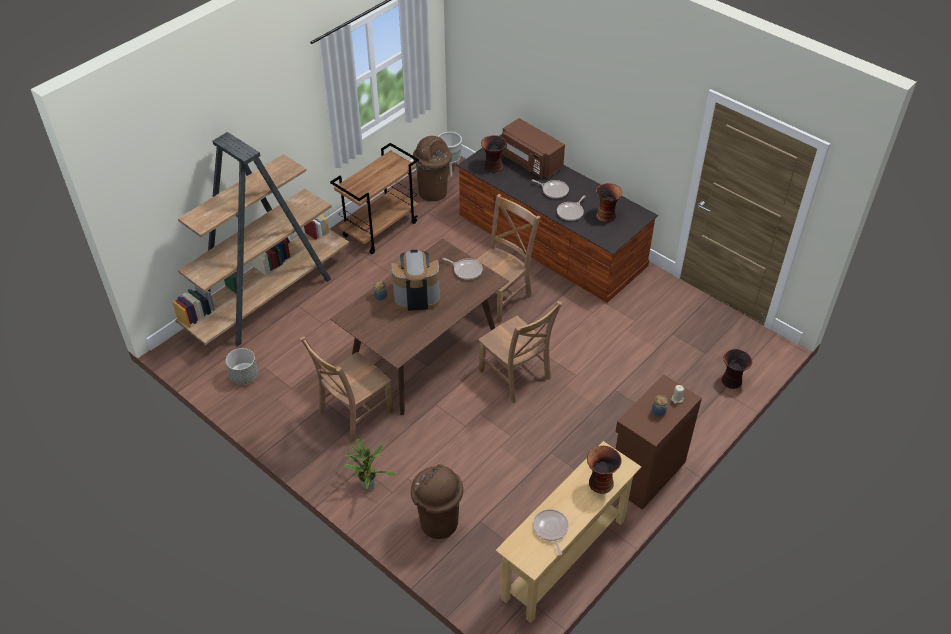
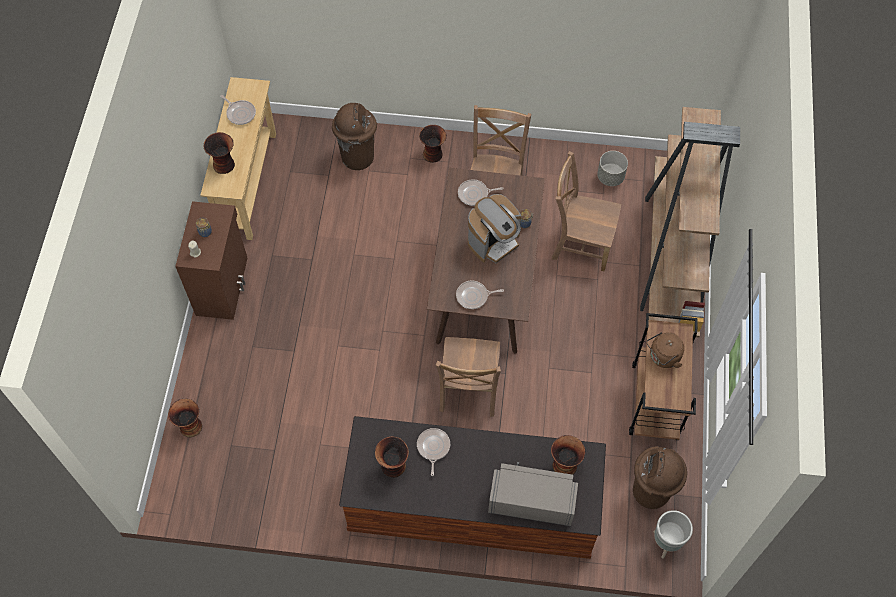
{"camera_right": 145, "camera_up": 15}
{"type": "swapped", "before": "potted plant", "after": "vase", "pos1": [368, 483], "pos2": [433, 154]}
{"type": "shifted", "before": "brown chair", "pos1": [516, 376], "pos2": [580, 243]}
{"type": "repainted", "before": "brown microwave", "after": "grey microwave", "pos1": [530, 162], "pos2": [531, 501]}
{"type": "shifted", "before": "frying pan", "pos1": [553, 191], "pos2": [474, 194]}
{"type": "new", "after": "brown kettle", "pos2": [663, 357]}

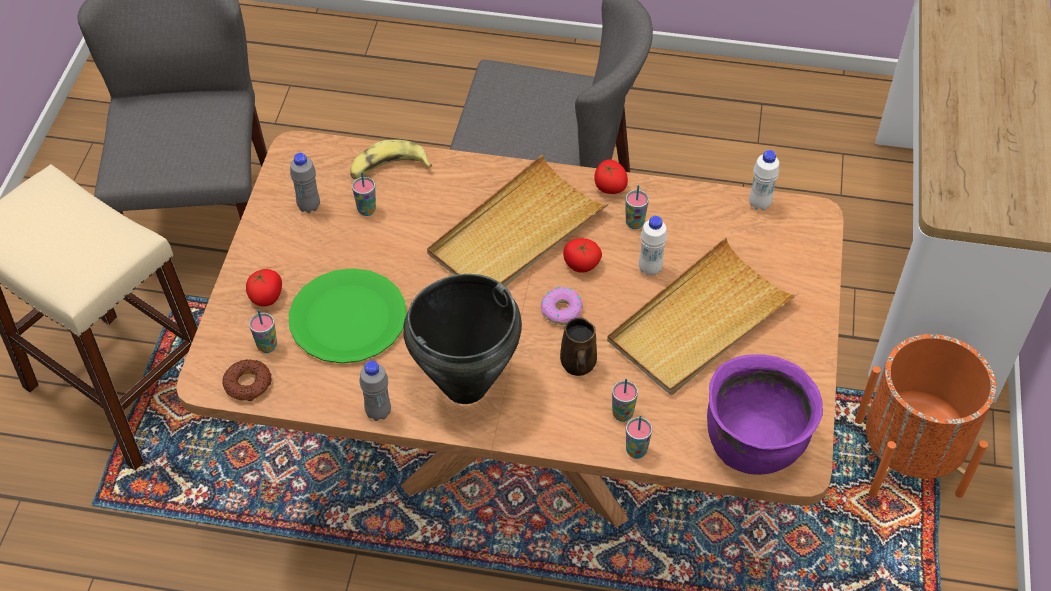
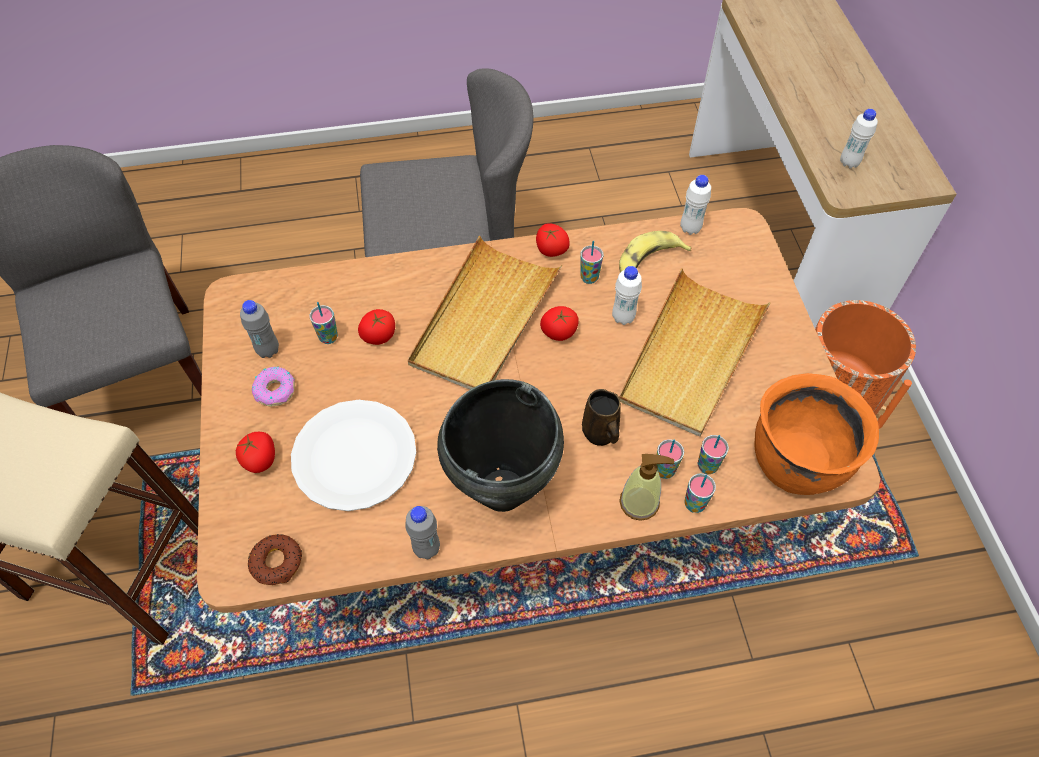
{"camera_right": -20, "camera_up": 5}
{"type": "shifted", "before": "cup", "pos1": [267, 346], "pos2": [707, 466]}
{"type": "repainted", "before": "green plate", "after": "white plate", "pos1": [348, 318], "pos2": [354, 455]}
{"type": "shifted", "before": "banana", "pos1": [388, 168], "pos2": [648, 262]}
{"type": "shifted", "before": "donut", "pos1": [562, 310], "pos2": [275, 390]}
{"type": "repainted", "before": "purple cooking pot", "after": "orange cooking pot", "pos1": [753, 444], "pos2": [795, 461]}
{"type": "new", "after": "tomato", "pos2": [379, 336]}
{"type": "new", "after": "soap dispenser", "pos2": [639, 502]}
{"type": "new", "after": "white bottle", "pos2": [849, 163]}

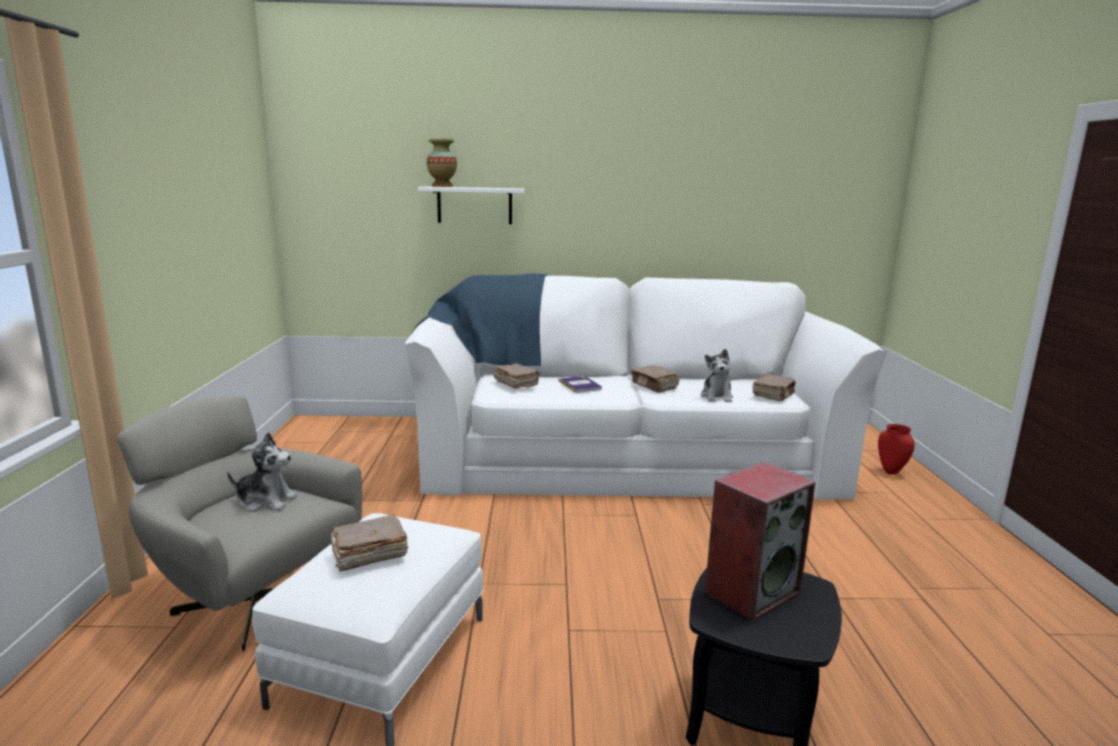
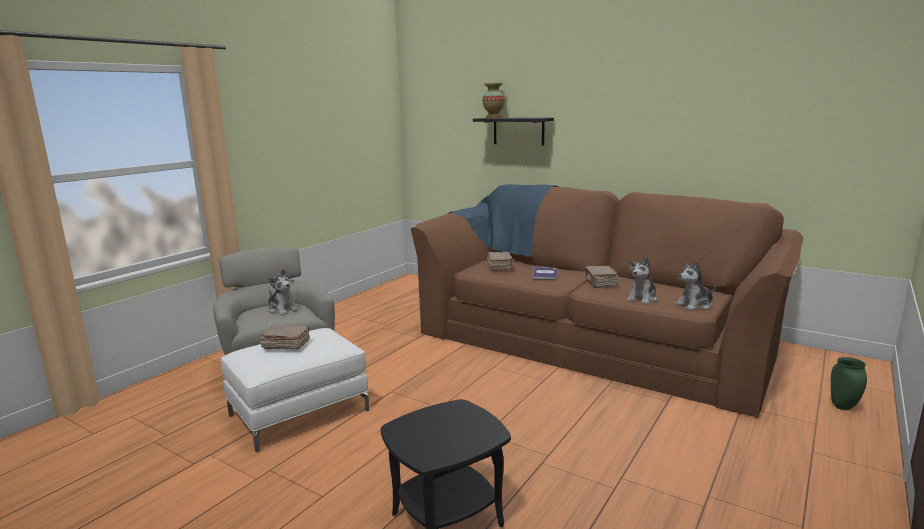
{"camera_right": 35, "camera_up": 0}
{"type": "repainted", "before": "white sofa", "after": "brown sofa", "pos1": [624, 456], "pos2": [592, 339]}
{"type": "repainted", "before": "white shelf", "after": "black shelf", "pos1": [474, 205], "pos2": [518, 131]}
{"type": "gone", "before": "speaker", "pos1": [752, 591]}
{"type": "swapped", "before": "brown book", "after": "plush toy", "pos1": [773, 395], "pos2": [695, 305]}
{"type": "repainted", "before": "red vase", "after": "green vase", "pos1": [891, 472], "pos2": [844, 407]}

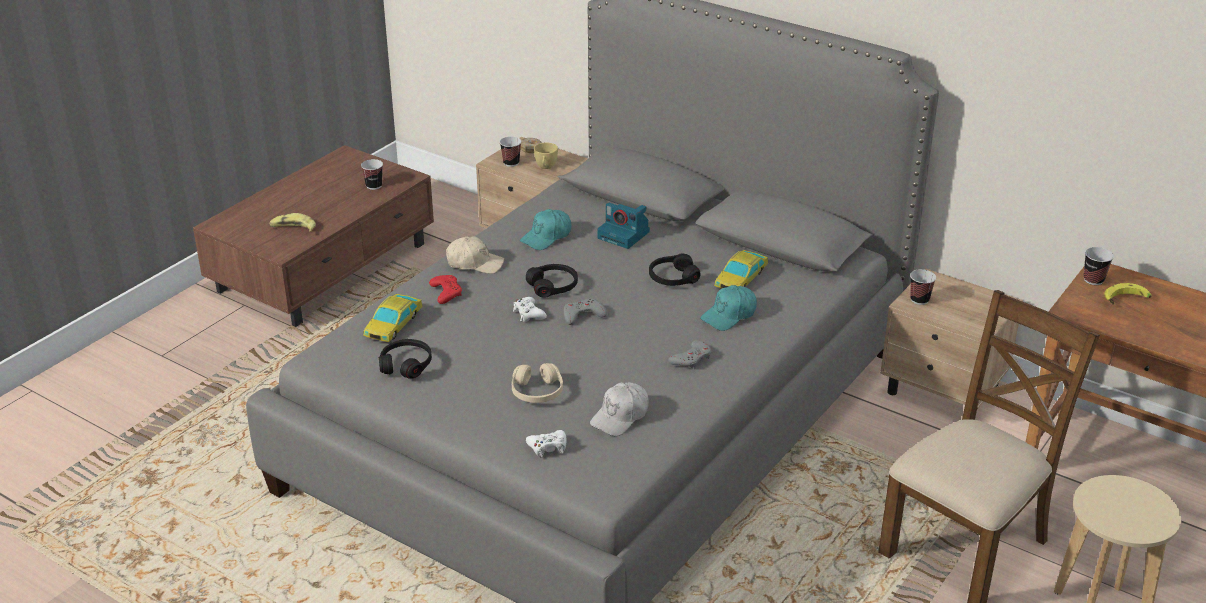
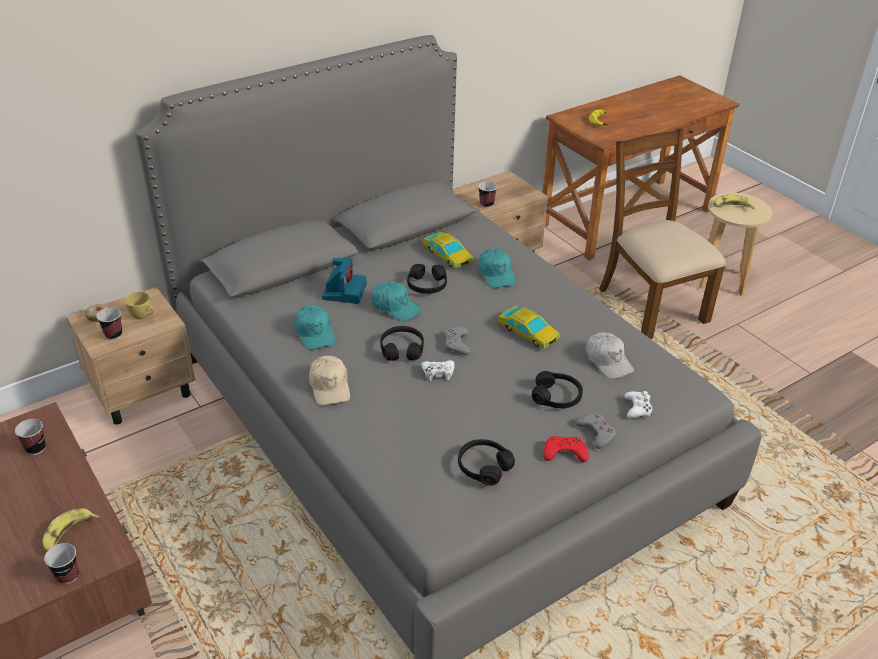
{"camera_right": -70, "camera_up": 5}
{"type": "shifted", "before": "toy car", "pos1": [394, 324], "pos2": [527, 332]}
{"type": "shifted", "before": "red game controller", "pos1": [446, 292], "pos2": [564, 452]}
{"type": "rotated", "before": "beige cap", "pos1": [474, 263], "pos2": [330, 386], "turn": 135}
{"type": "repainted", "before": "beige headphones", "after": "black headphones", "pos1": [537, 391], "pos2": [556, 396]}
{"type": "rotated", "before": "photo camera", "pos1": [625, 235], "pos2": [344, 291], "turn": -45}
{"type": "shifted", "before": "grey game controller", "pos1": [691, 359], "pos2": [596, 432]}
{"type": "shifted", "before": "cup", "pos1": [1093, 280], "pos2": [67, 576]}
{"type": "new", "after": "turquoise cap", "pos2": [395, 307]}
{"type": "new", "after": "banana", "pos2": [731, 207]}

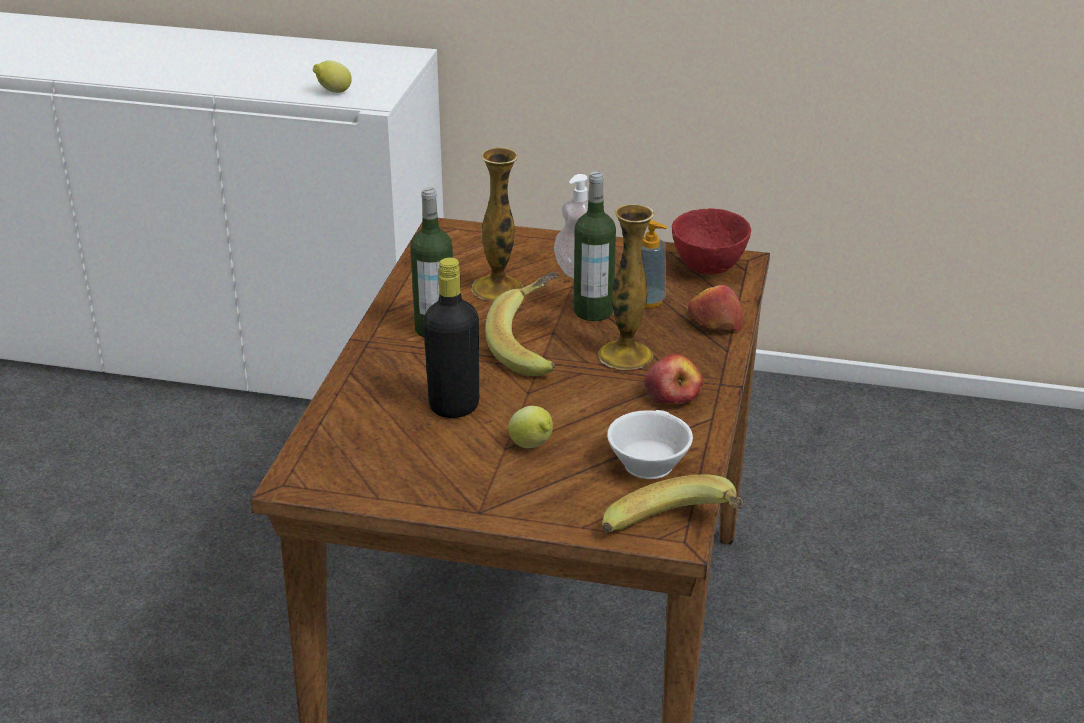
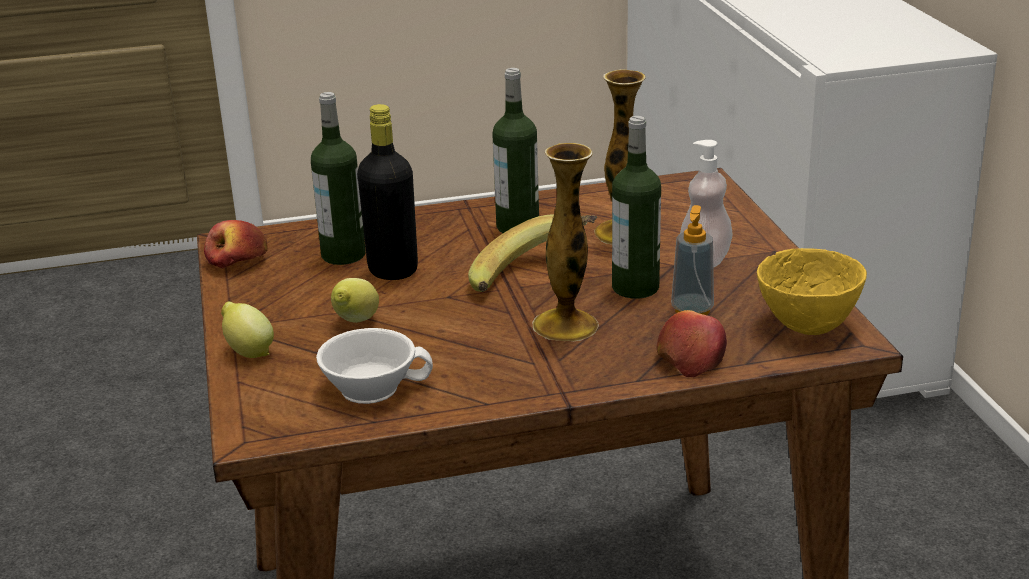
{"camera_right": 65, "camera_up": -5}
{"type": "shifted", "before": "lemon", "pos1": [333, 92], "pos2": [248, 352]}
{"type": "gone", "before": "banana", "pos1": [676, 536]}
{"type": "shifted", "before": "apple", "pos1": [672, 393], "pos2": [237, 261]}
{"type": "repainted", "before": "red bowl", "after": "yellow bowl", "pos1": [710, 269], "pos2": [809, 327]}
{"type": "new", "after": "bottle", "pos2": [343, 255]}

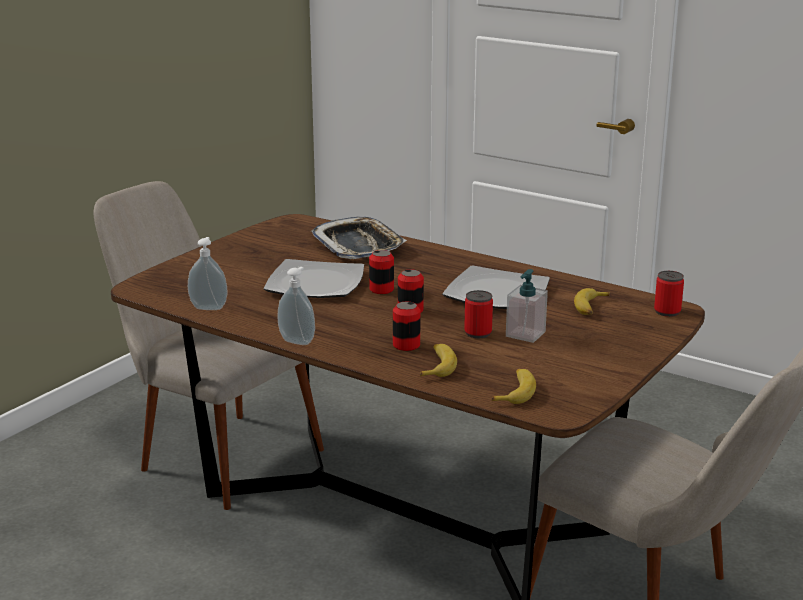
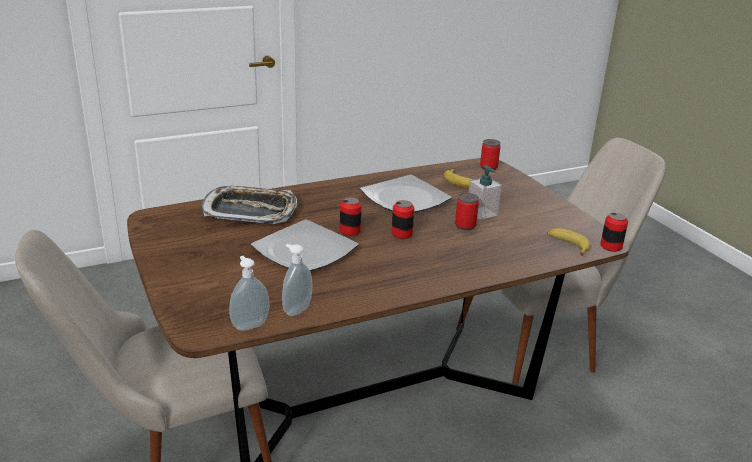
{"camera_right": -60, "camera_up": 5}
{"type": "shifted", "before": "soap dispenser", "pos1": [298, 341], "pos2": [249, 324]}
{"type": "shifted", "before": "can", "pos1": [406, 345], "pos2": [611, 246]}
{"type": "gone", "before": "banana", "pos1": [437, 366]}

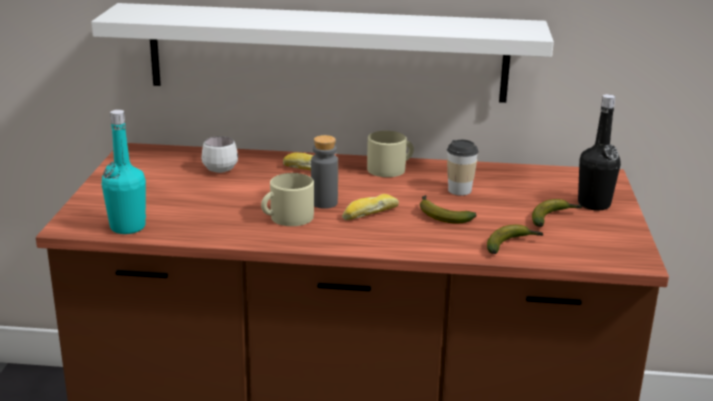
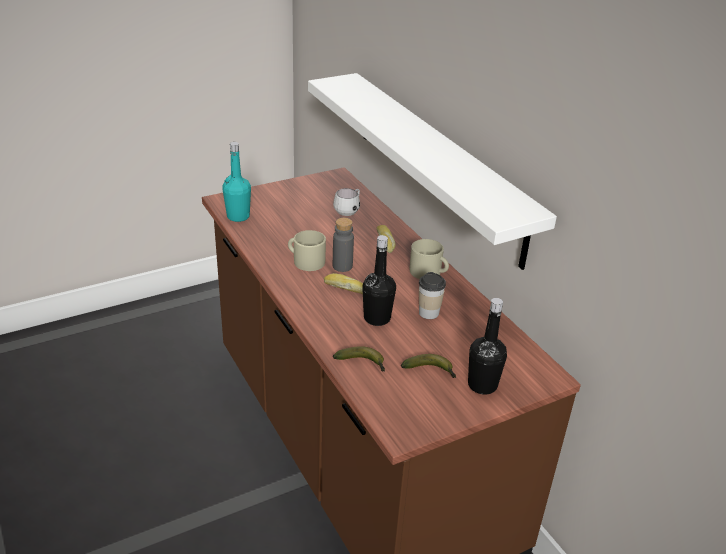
{"camera_right": 55, "camera_up": 10}
{"type": "swapped", "before": "banana", "after": "black bottle", "pos1": [441, 215], "pos2": [377, 318]}

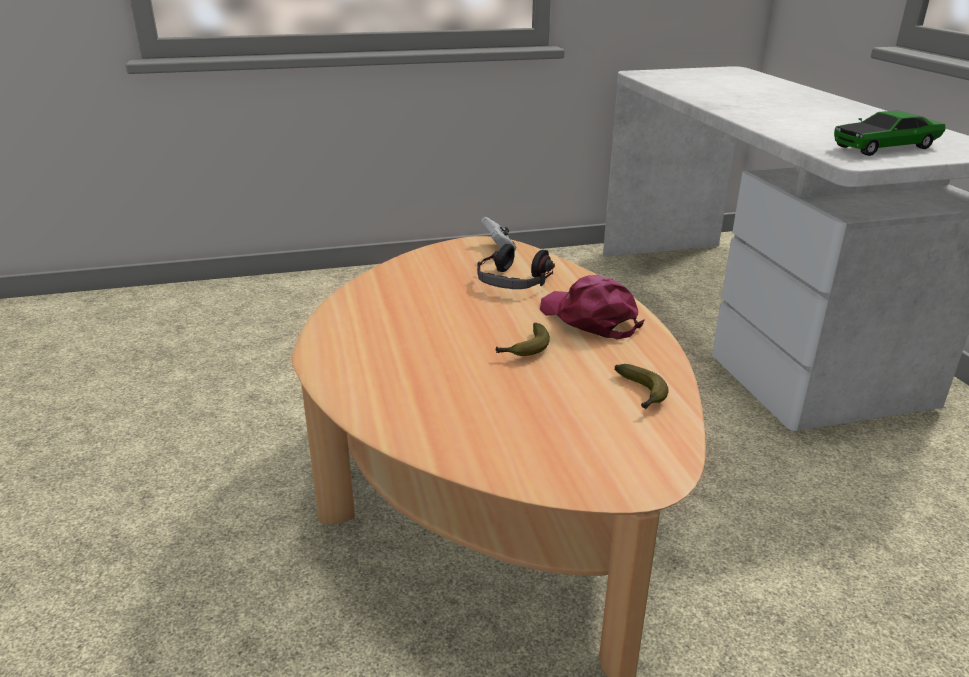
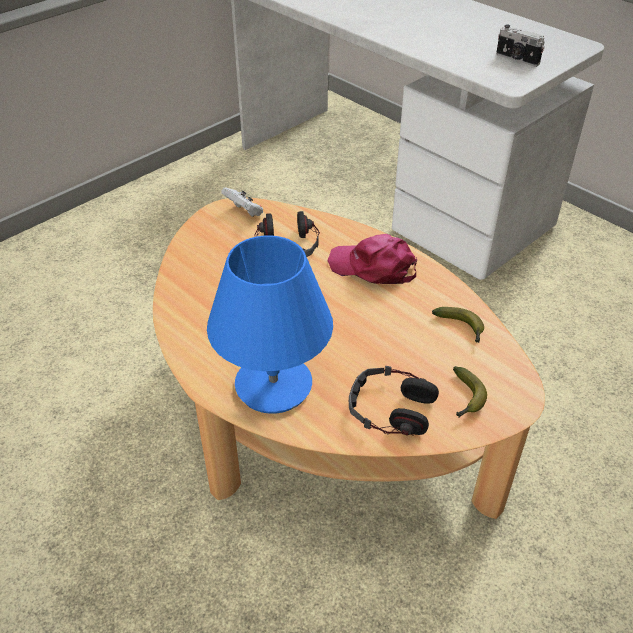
{"camera_right": -30, "camera_up": 15}
{"type": "shifted", "before": "banana", "pos1": [525, 349], "pos2": [466, 398]}
{"type": "swapped", "before": "toy car", "after": "photo camera", "pos1": [885, 147], "pos2": [516, 59]}
{"type": "new", "after": "blue table lamp", "pos2": [274, 386]}
{"type": "new", "after": "headphones", "pos2": [390, 409]}

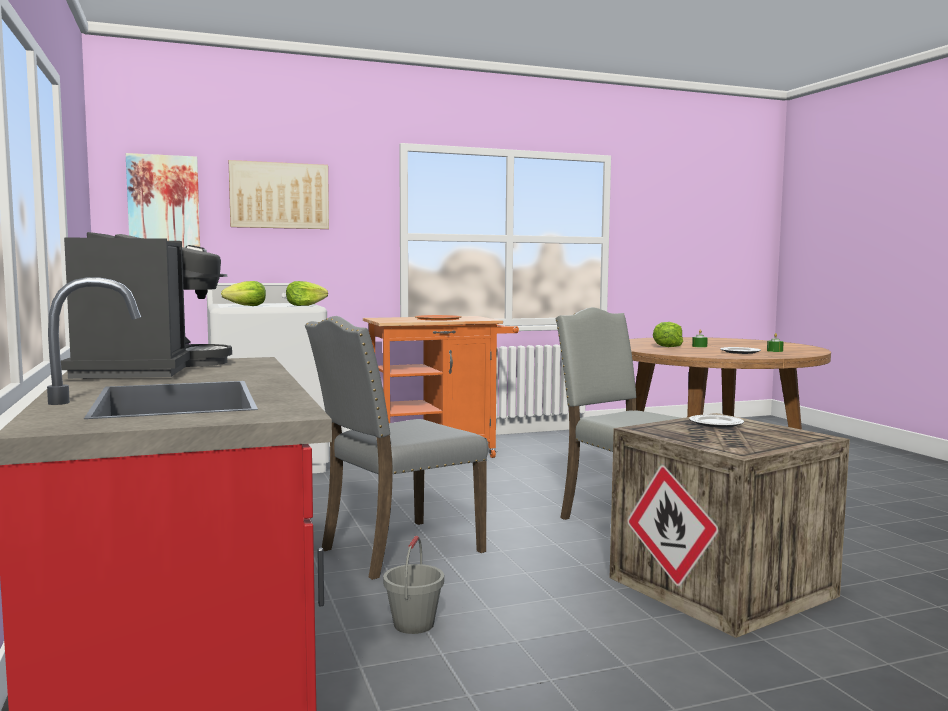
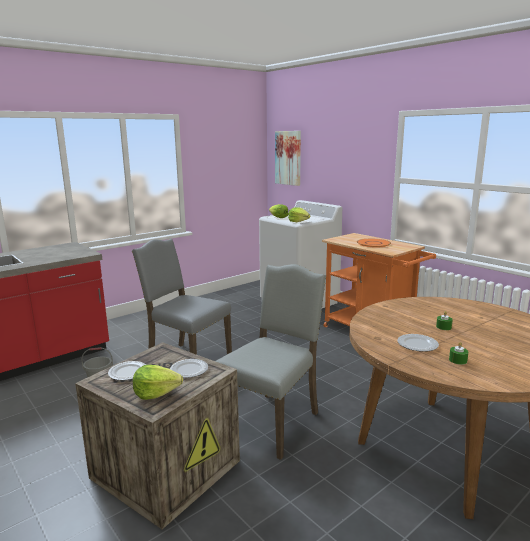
{"camera_right": 70, "camera_up": 10}
{"type": "gone", "before": "coffee machine", "pos1": [146, 369]}
{"type": "gone", "before": "picture", "pos1": [279, 195]}
{"type": "shifted", "before": "lettuce", "pos1": [667, 346], "pos2": [156, 393]}
{"type": "new", "after": "plate", "pos2": [127, 373]}

